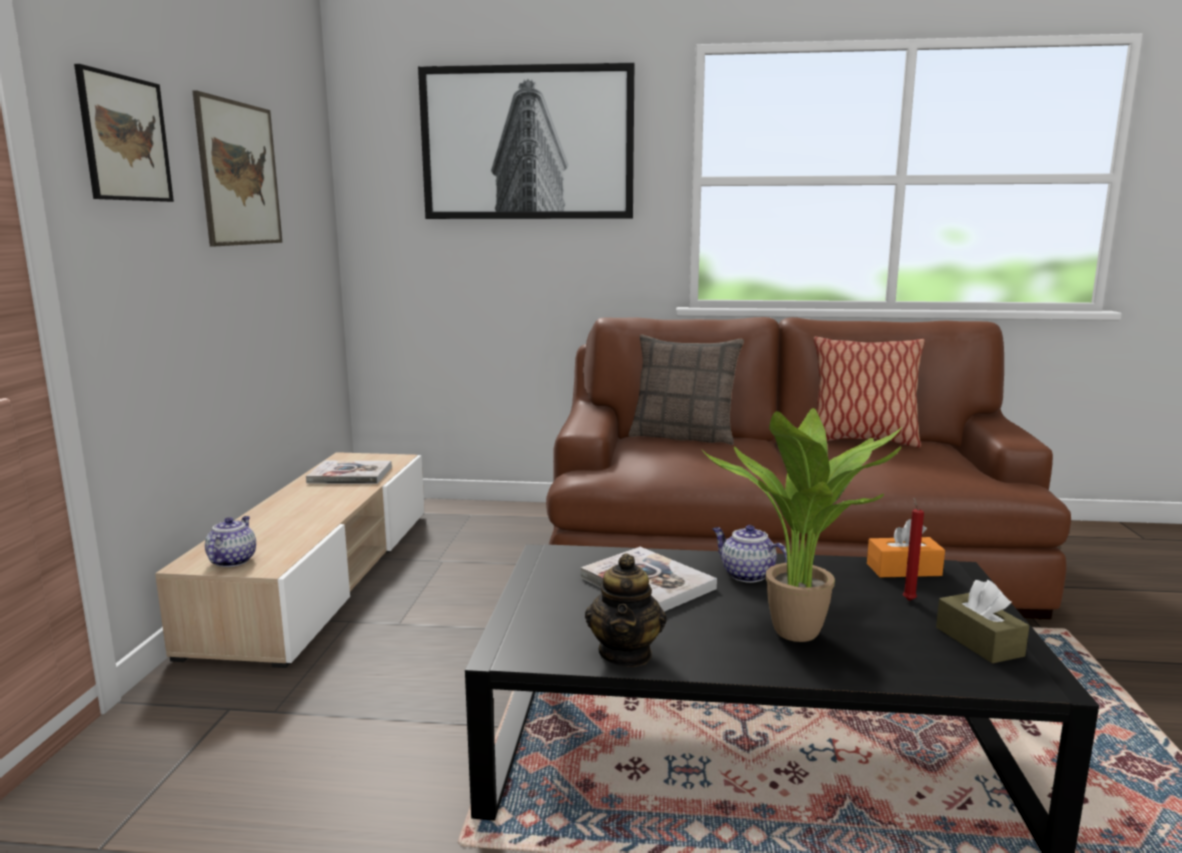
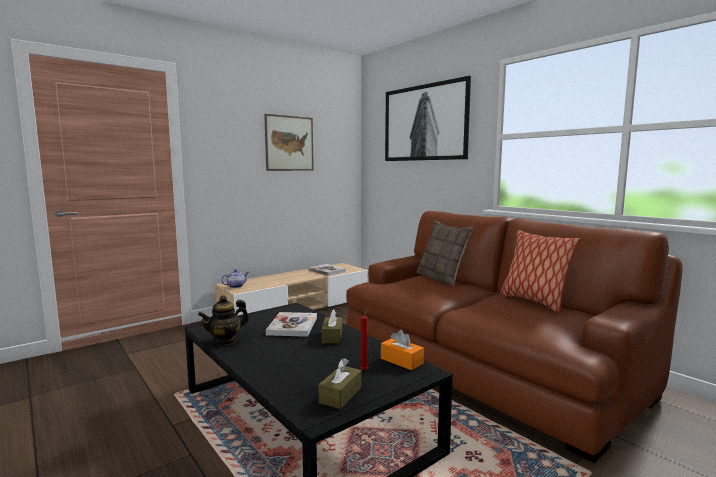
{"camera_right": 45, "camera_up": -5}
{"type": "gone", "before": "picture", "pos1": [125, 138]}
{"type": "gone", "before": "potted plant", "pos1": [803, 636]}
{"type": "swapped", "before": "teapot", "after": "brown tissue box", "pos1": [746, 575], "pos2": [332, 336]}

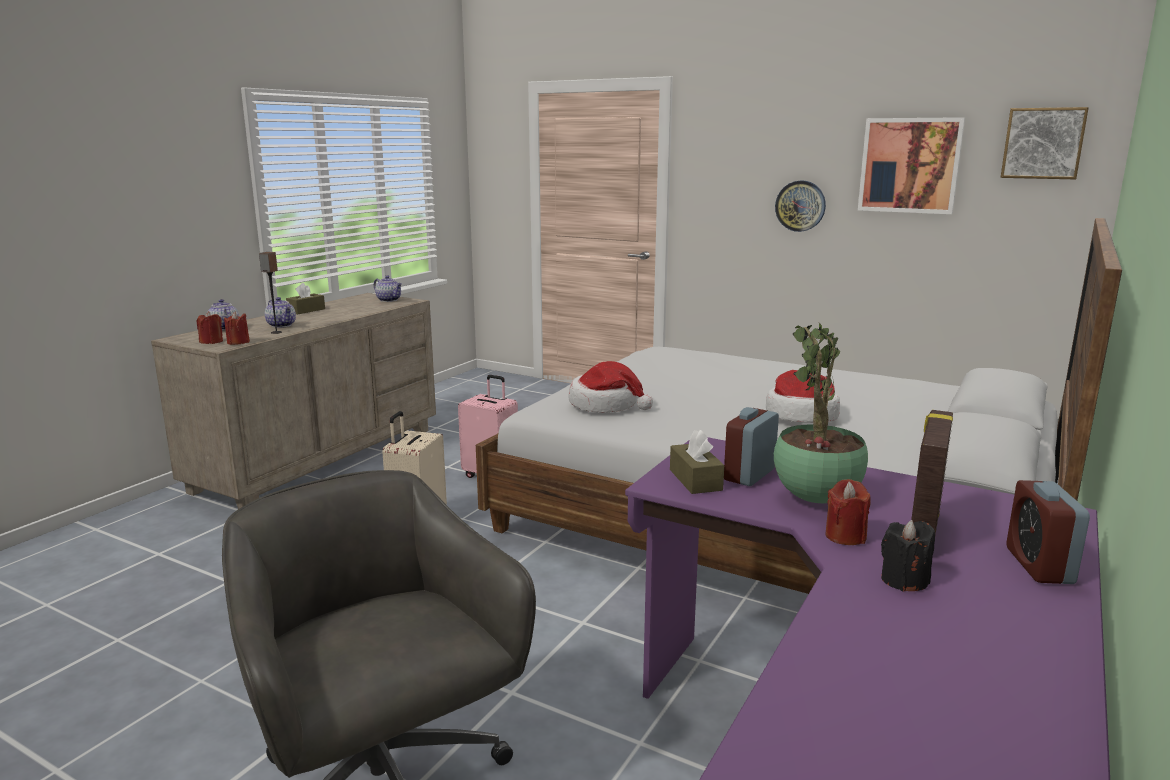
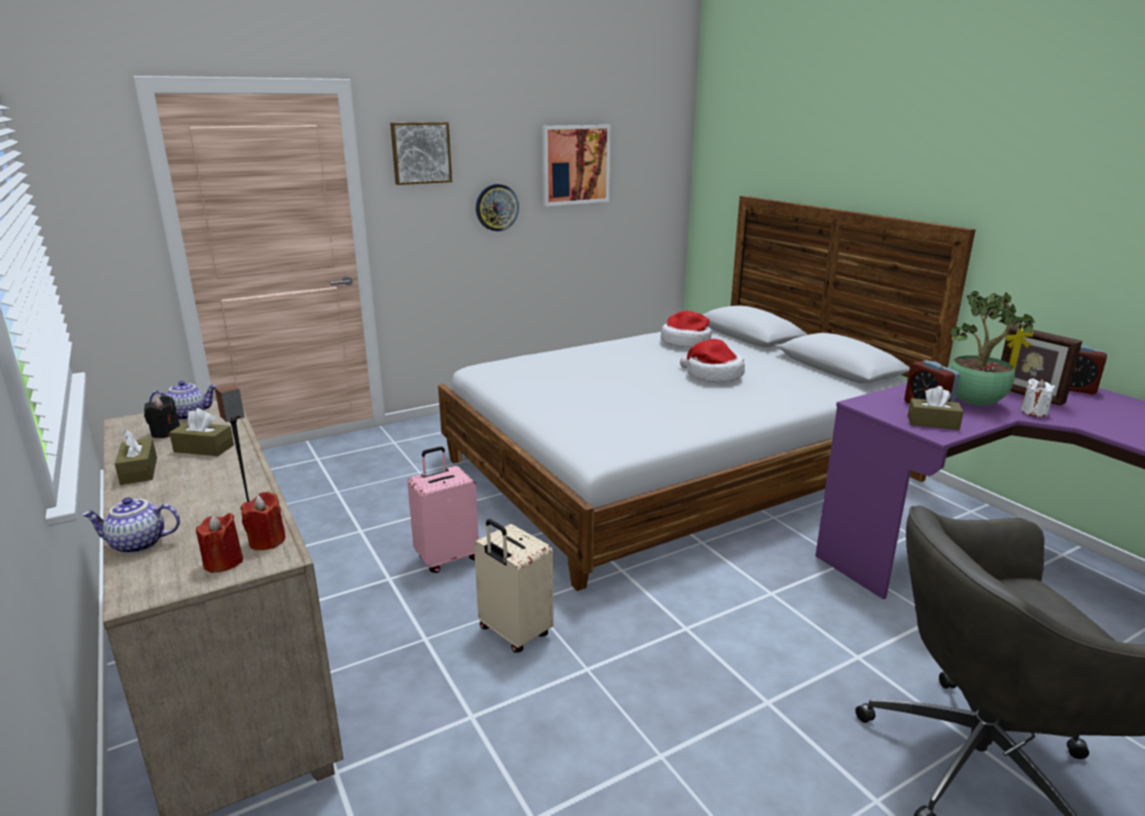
{"camera_right": -60, "camera_up": 5}
{"type": "gone", "before": "teapot", "pos1": [282, 325]}
{"type": "shifted", "before": "hat", "pos1": [605, 405], "pos2": [686, 342]}
{"type": "repainted", "before": "red candle", "after": "white candle", "pos1": [845, 536], "pos2": [1034, 412]}
{"type": "shifted", "before": "black candle", "pos1": [904, 580], "pos2": [165, 433]}
{"type": "shifted", "before": "picture", "pos1": [1043, 143], "pos2": [420, 153]}
{"type": "new", "after": "brown tissue box", "pos2": [204, 448]}

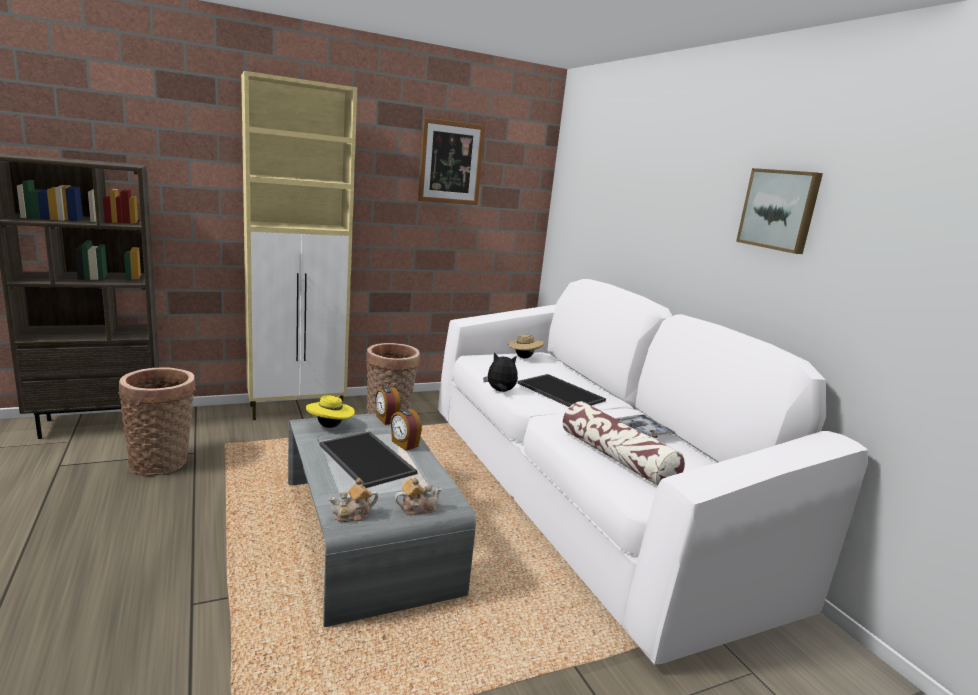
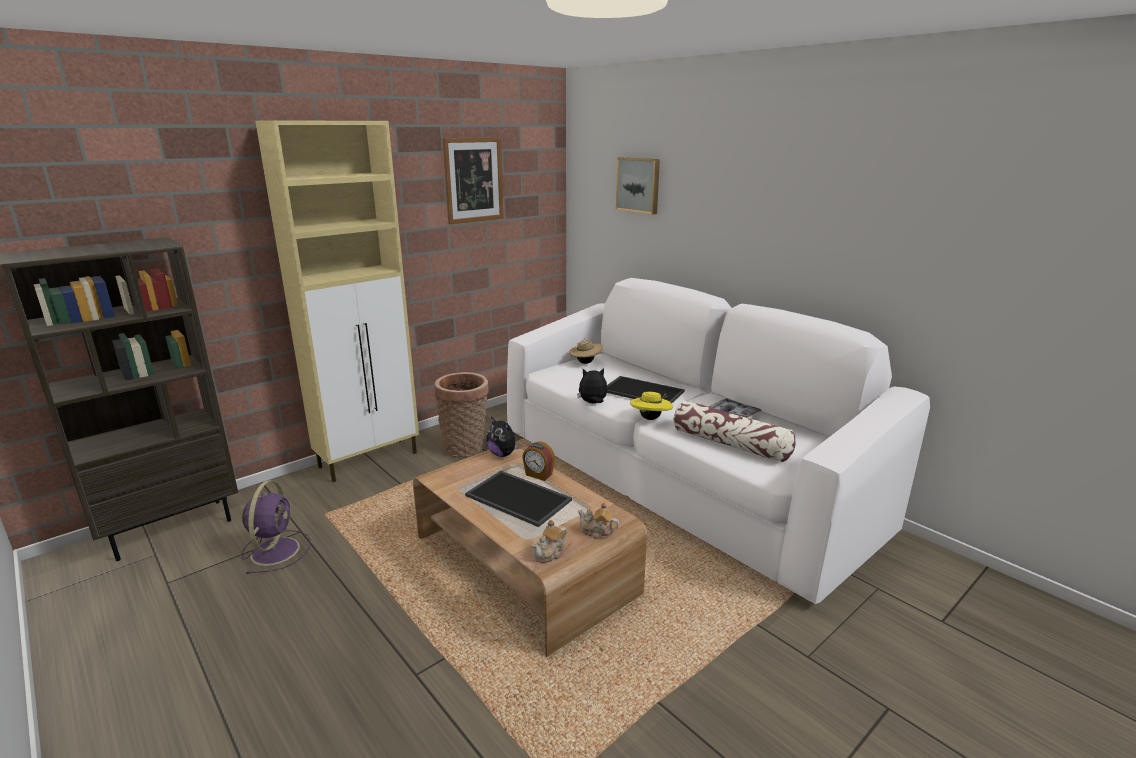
{"camera_right": -15, "camera_up": 5}
{"type": "swapped", "before": "basket", "after": "purple fan", "pos1": [162, 462], "pos2": [276, 550]}
{"type": "repainted", "before": "grey coffee table", "after": "brown coffee table", "pos1": [367, 534], "pos2": [524, 564]}
{"type": "shifted", "before": "yellow hat", "pos1": [330, 426], "pos2": [650, 418]}
{"type": "swapped", "before": "alarm clock", "after": "plush toy", "pos1": [386, 419], "pos2": [503, 454]}
{"type": "rotated", "before": "teapot", "pos1": [417, 508], "pos2": [597, 532], "turn": -120}
{"type": "shifted", "before": "picture", "pos1": [779, 210], "pos2": [639, 185]}

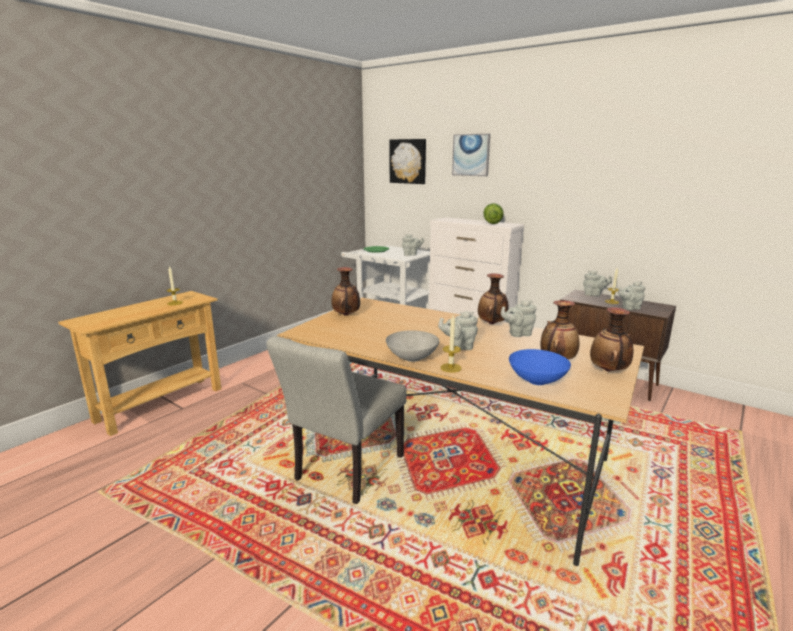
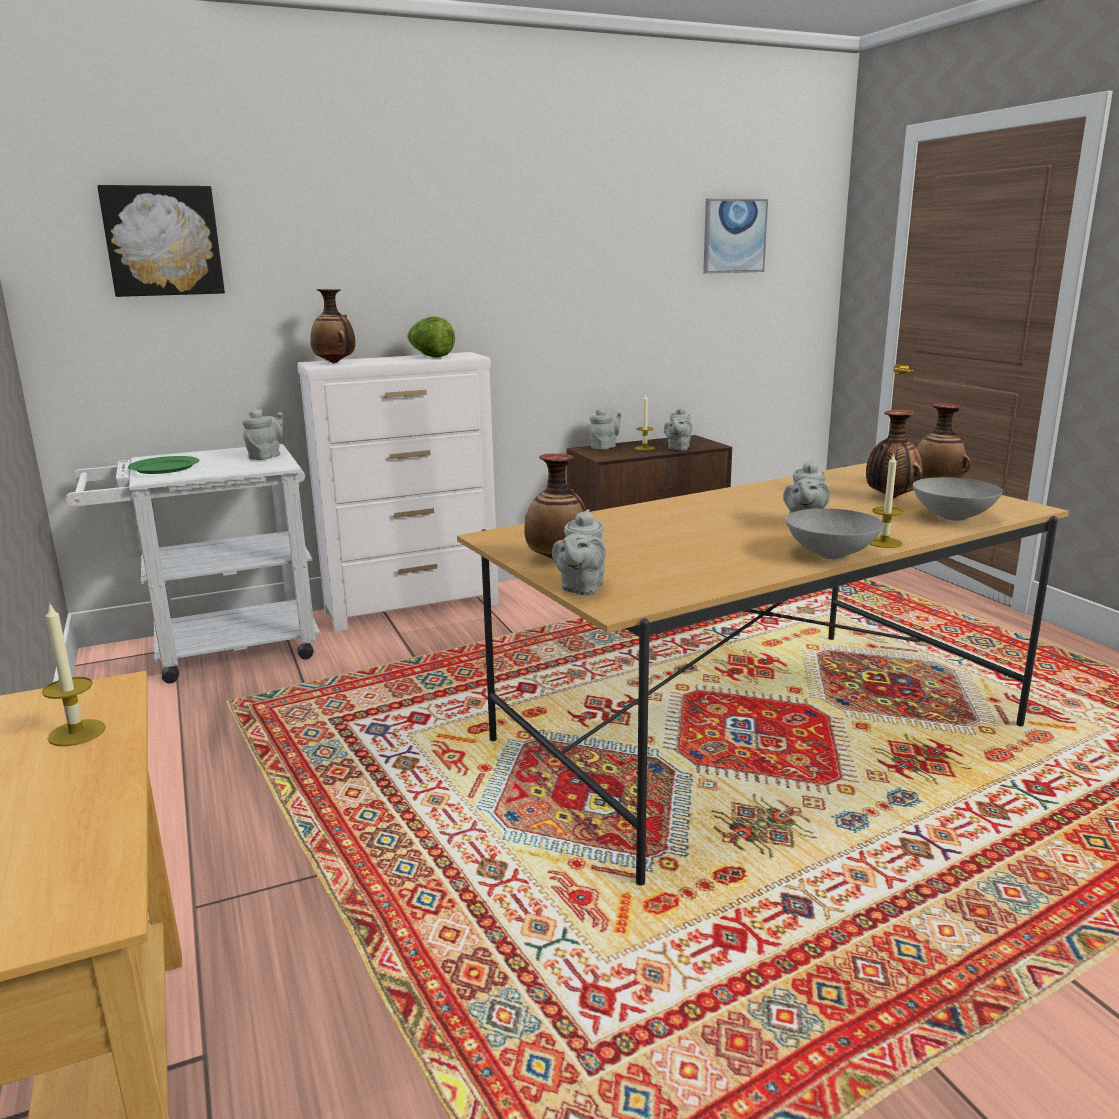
{"camera_right": -60, "camera_up": 0}
{"type": "gone", "before": "grey chair", "pos1": [344, 472]}
{"type": "shifted", "before": "picture", "pos1": [471, 155], "pos2": [734, 236]}
{"type": "shifted", "before": "vase", "pos1": [492, 324], "pos2": [335, 363]}
{"type": "shifted", "before": "grey teapot", "pos1": [518, 334], "pos2": [581, 588]}
{"type": "repainted", "before": "blue bowl", "after": "grey bowl", "pos1": [537, 381], "pos2": [954, 517]}

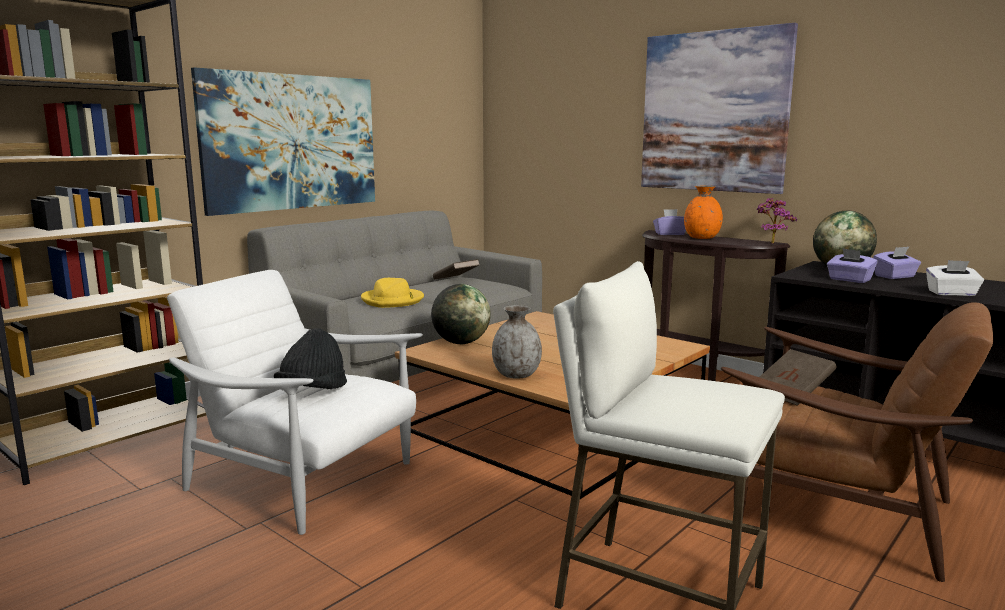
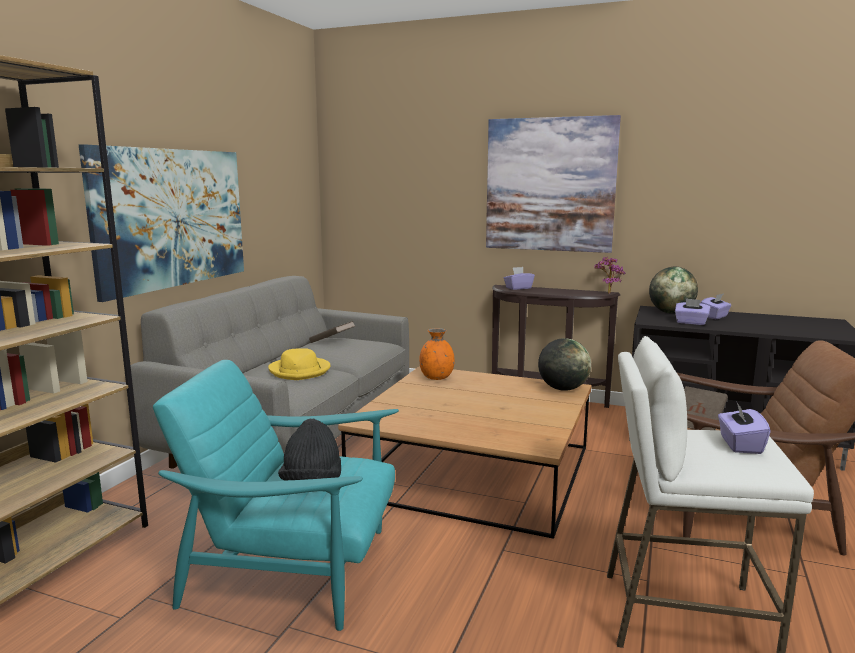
{"camera_right": -20, "camera_up": 0}
{"type": "repainted", "before": "white armchair", "after": "turquoise armchair", "pos1": [305, 479], "pos2": [294, 568]}
{"type": "shifted", "before": "globe", "pos1": [461, 343], "pos2": [563, 389]}
{"type": "gone", "before": "grey vase", "pos1": [516, 375]}
{"type": "shifted", "before": "orange vase", "pos1": [702, 238], "pos2": [436, 377]}
{"type": "gone", "before": "white tissue box", "pos1": [952, 293]}
{"type": "new", "after": "purple tissue box", "pos2": [740, 445]}

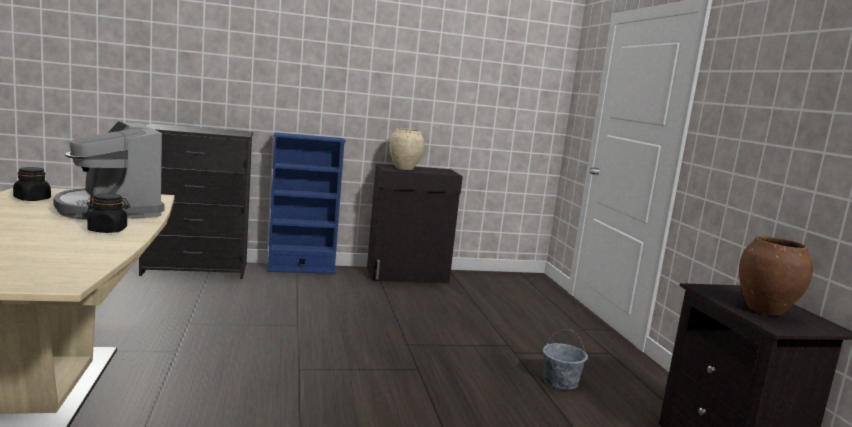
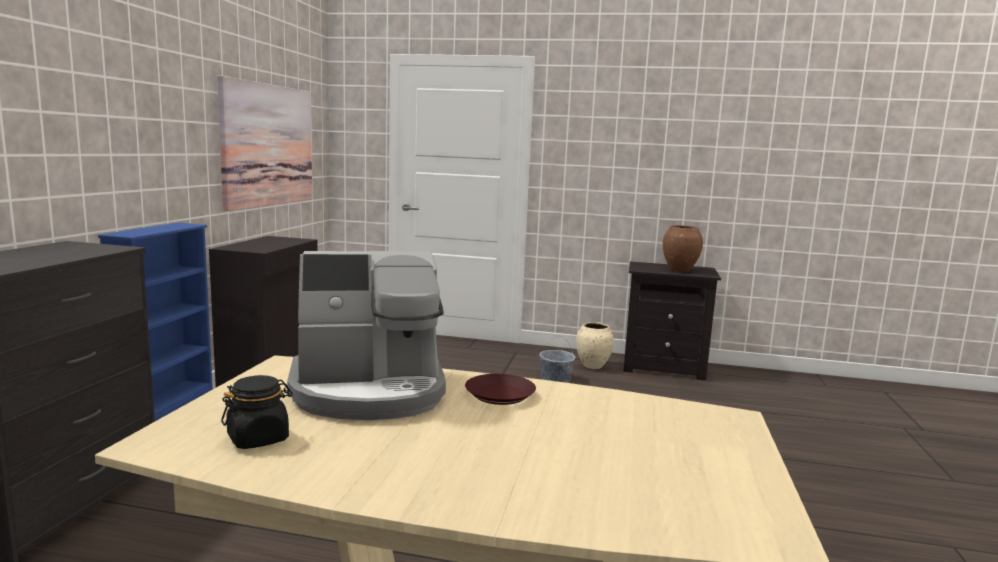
{"camera_right": -65, "camera_up": 0}
{"type": "swapped", "before": "black jar", "after": "brown plate", "pos1": [108, 230], "pos2": [500, 395]}
{"type": "shifted", "before": "beige vase", "pos1": [404, 169], "pos2": [592, 366]}
{"type": "new", "after": "picture", "pos2": [268, 145]}

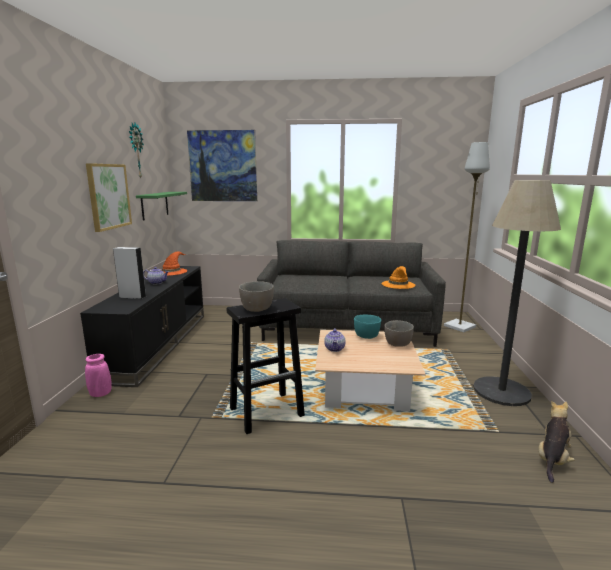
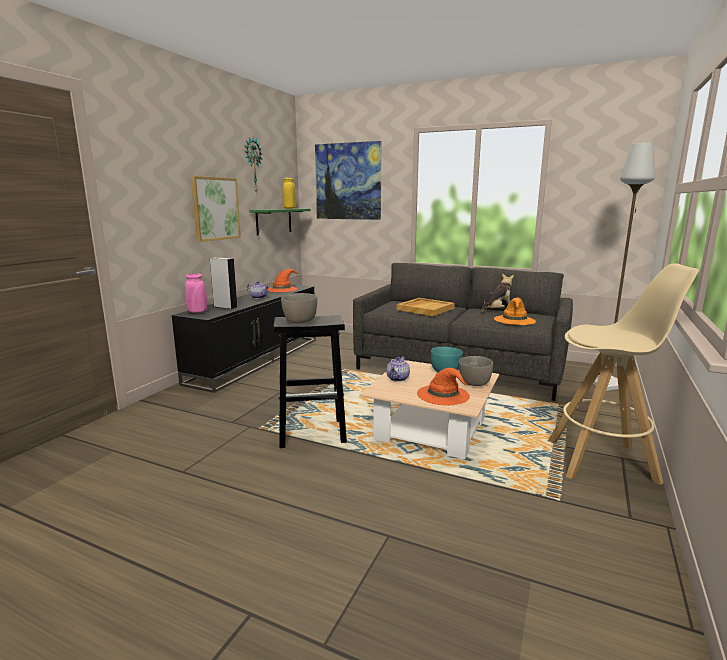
{"camera_right": 20, "camera_up": 0}
{"type": "shifted", "before": "pink vase", "pos1": [100, 394], "pos2": [197, 312]}
{"type": "swapped", "before": "floor lamp", "after": "beige stool", "pos1": [501, 391], "pos2": [602, 461]}
{"type": "shifted", "before": "plush toy", "pos1": [552, 459], "pos2": [496, 311]}
{"type": "new", "after": "yellow vase", "pos2": [289, 208]}
{"type": "new", "after": "beige tray", "pos2": [425, 309]}
{"type": "new", "after": "orange hat", "pos2": [443, 395]}

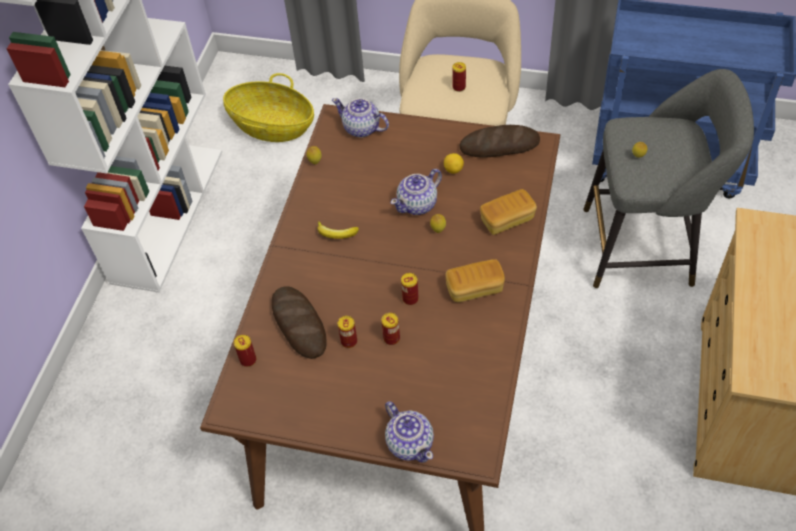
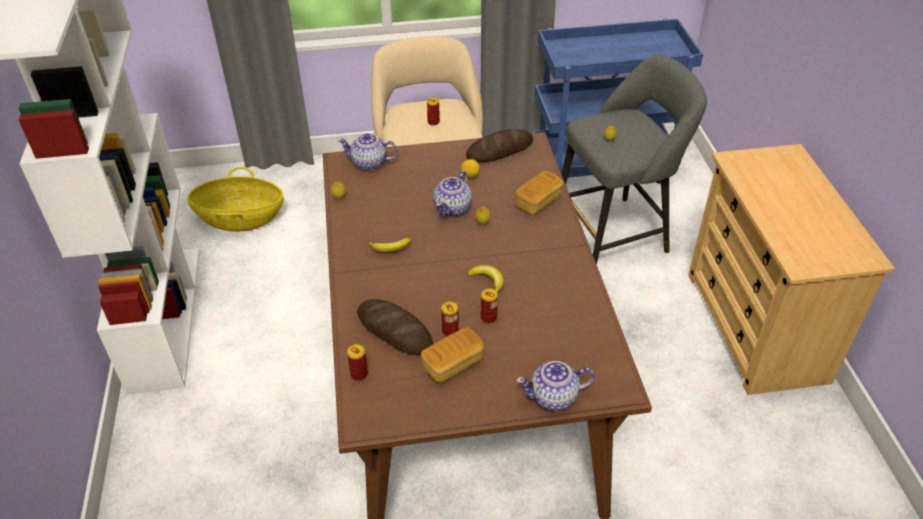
{"camera_right": -25, "camera_up": -10}
{"type": "rotated", "before": "teapot", "pos1": [410, 442], "pos2": [554, 397], "turn": 135}
{"type": "swapped", "before": "can", "after": "banana", "pos1": [410, 298], "pos2": [488, 282]}
{"type": "shifted", "before": "bread", "pos1": [474, 288], "pos2": [453, 364]}

